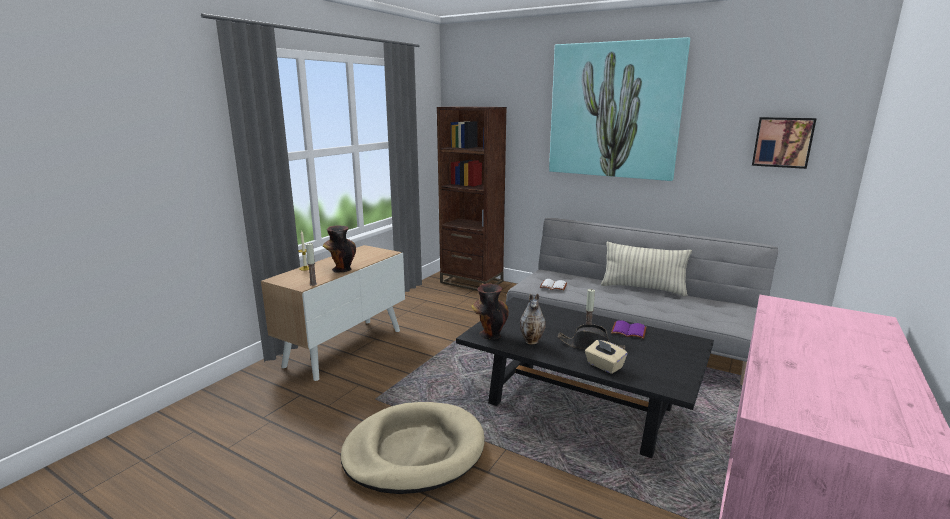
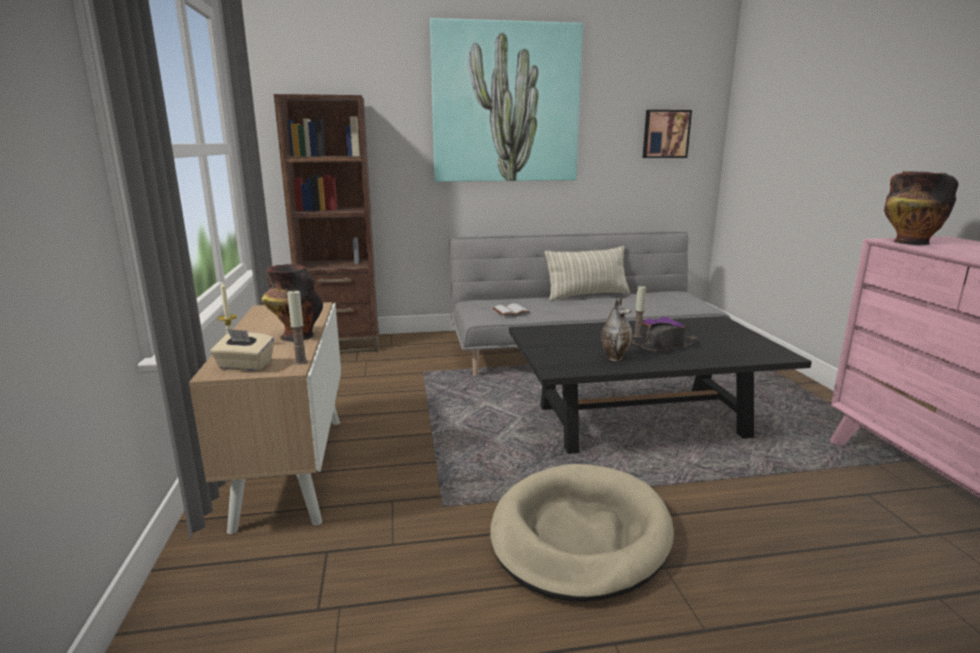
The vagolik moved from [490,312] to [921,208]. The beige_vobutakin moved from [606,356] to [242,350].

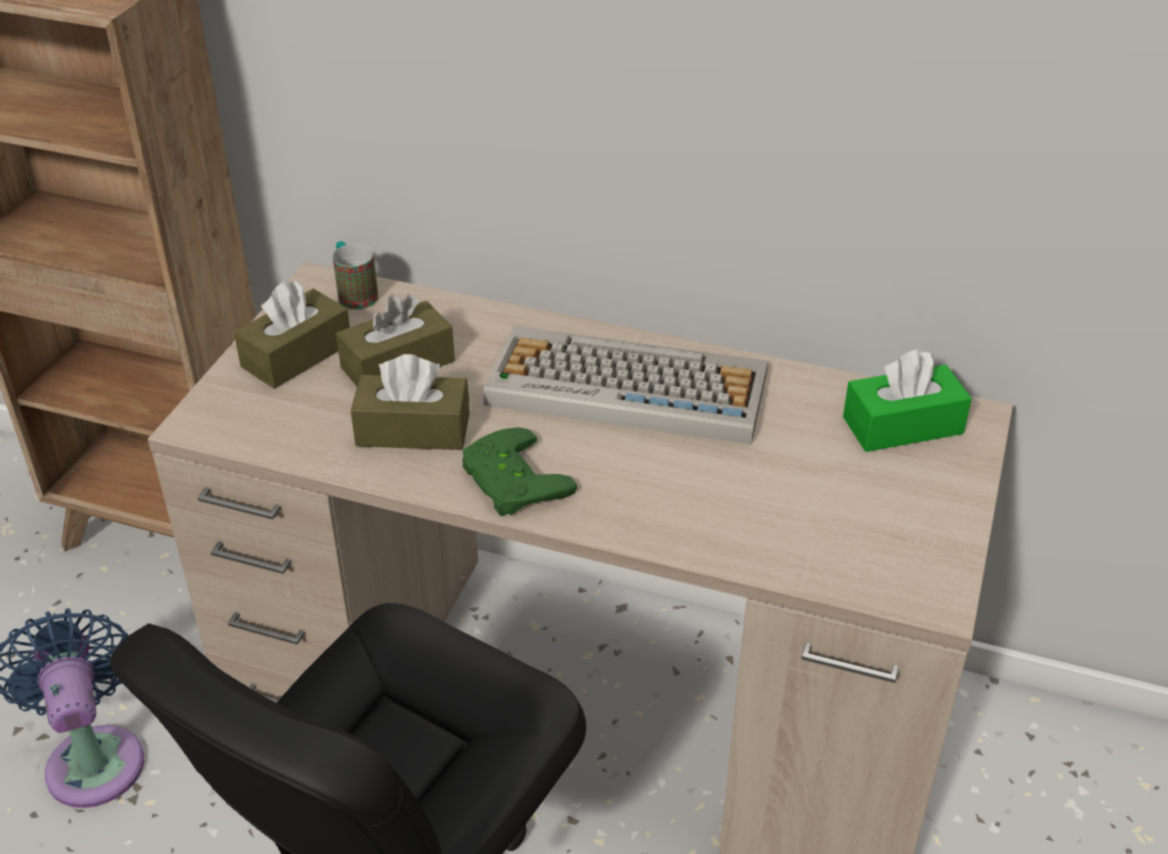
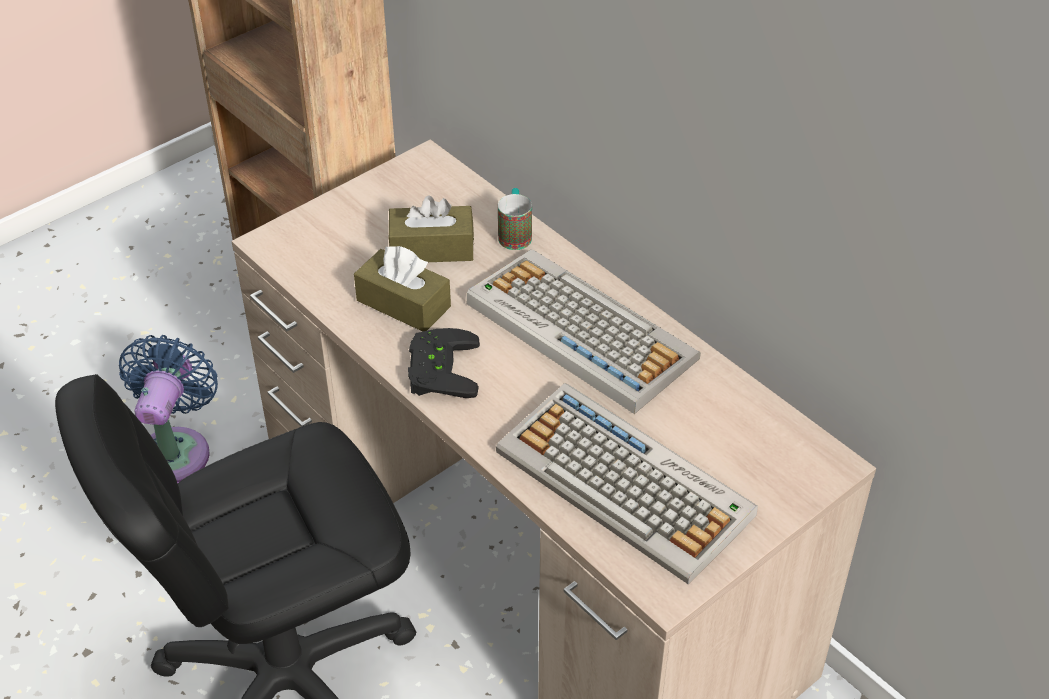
The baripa moved from [355,275] to [515,219]. The brown_vobutakin at [292,335] disappeared. The green_vobutakin at [907,400] disappeared. The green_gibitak at [519,471] became the black_gibitak at [444,363]. The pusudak at [627,483] appeared.

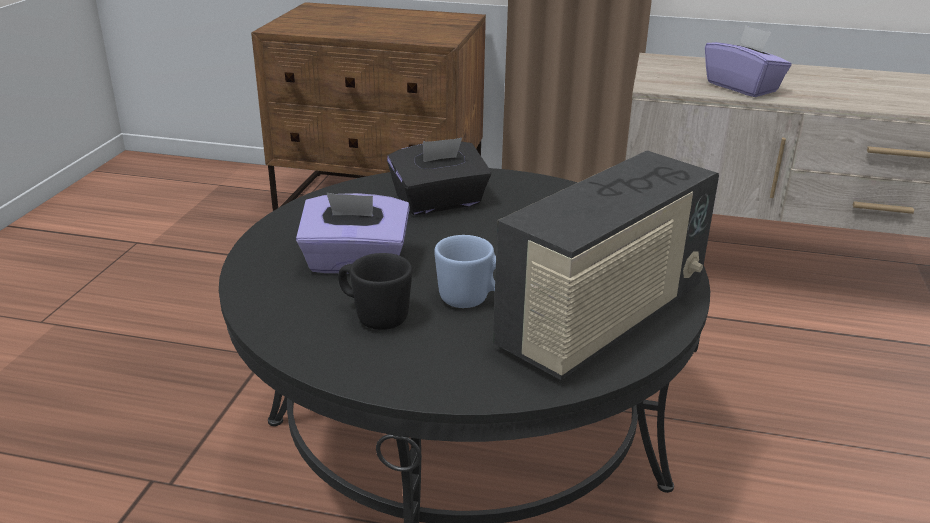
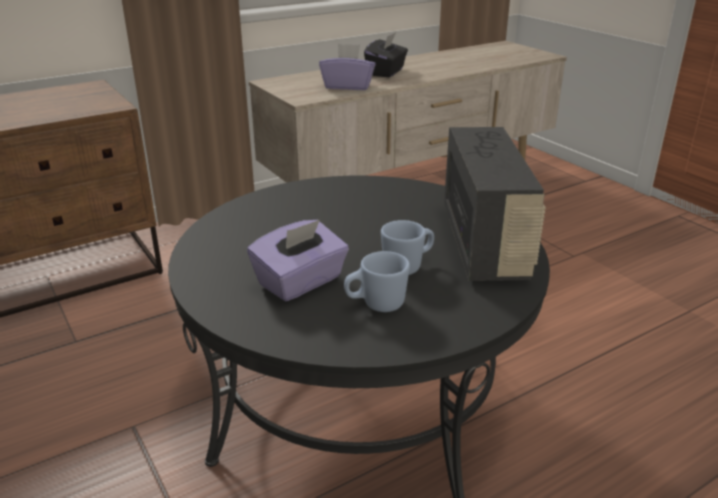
The black_vobutakin moved from [439,176] to [386,54]. The black_baripa at [375,291] became the blue_baripa at [377,281].

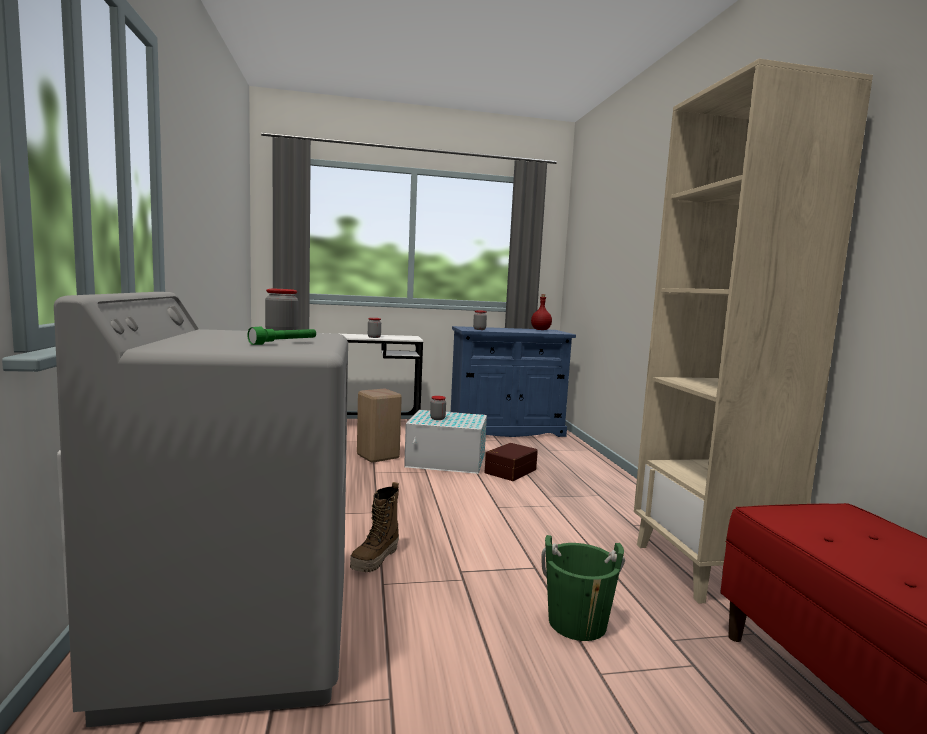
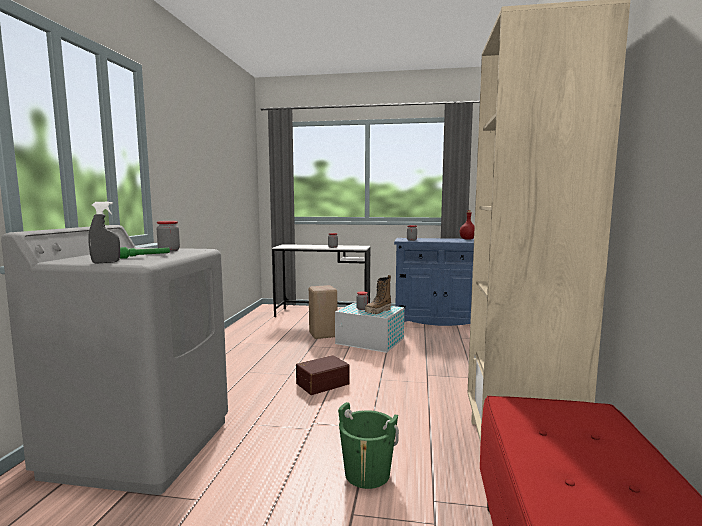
The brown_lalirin moved from [511,462] to [323,375]. The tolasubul moved from [374,527] to [378,294]. The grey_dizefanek at [104,233] appeared.

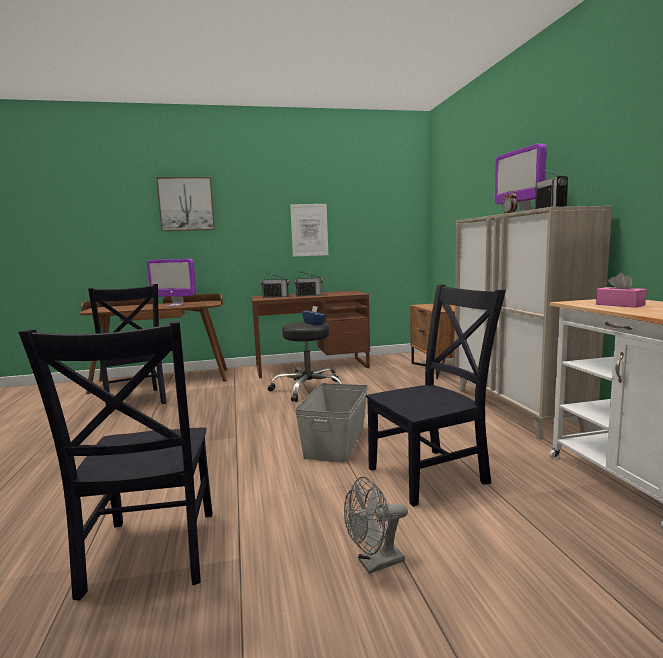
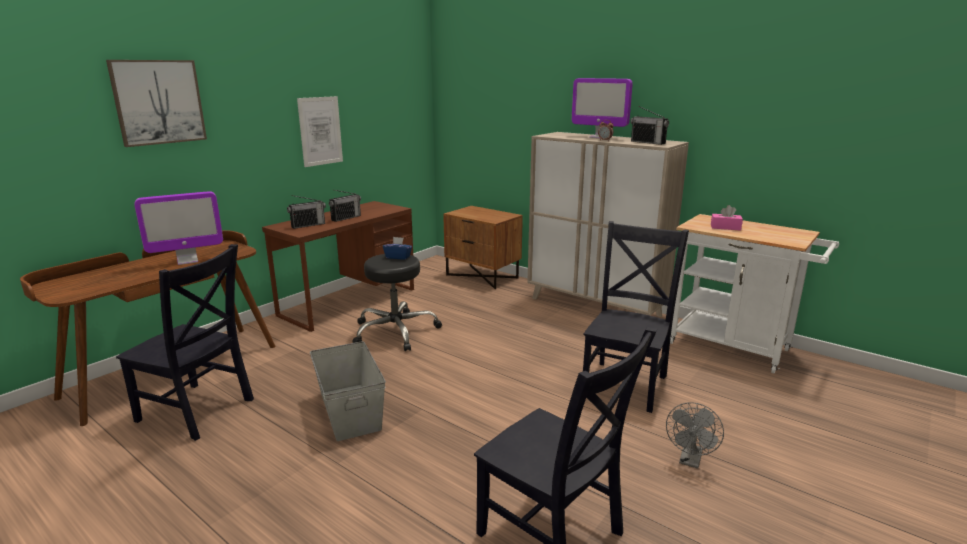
The grey_lalirin moved from [331,423] to [348,391].

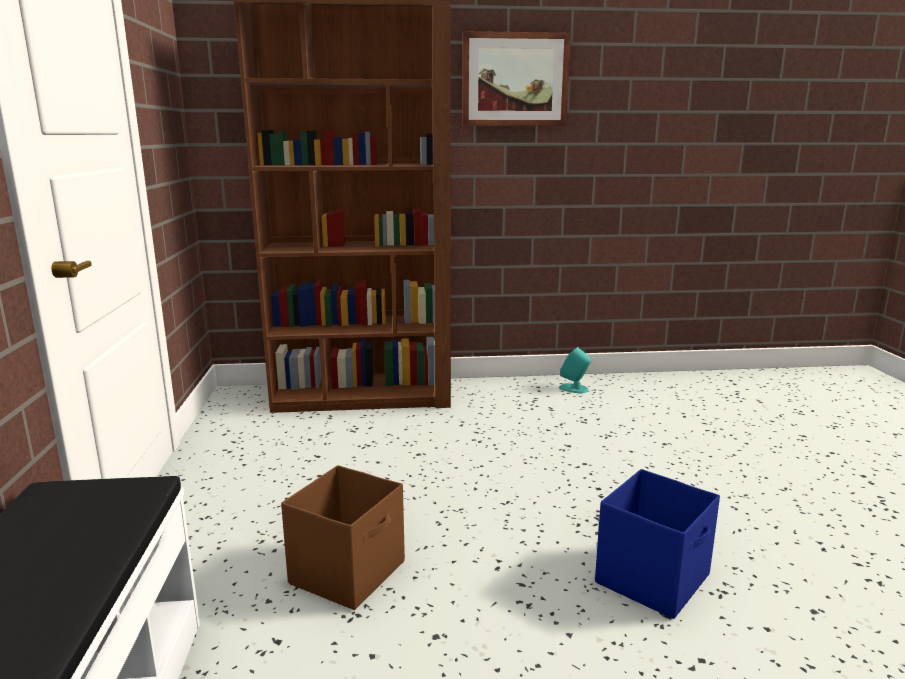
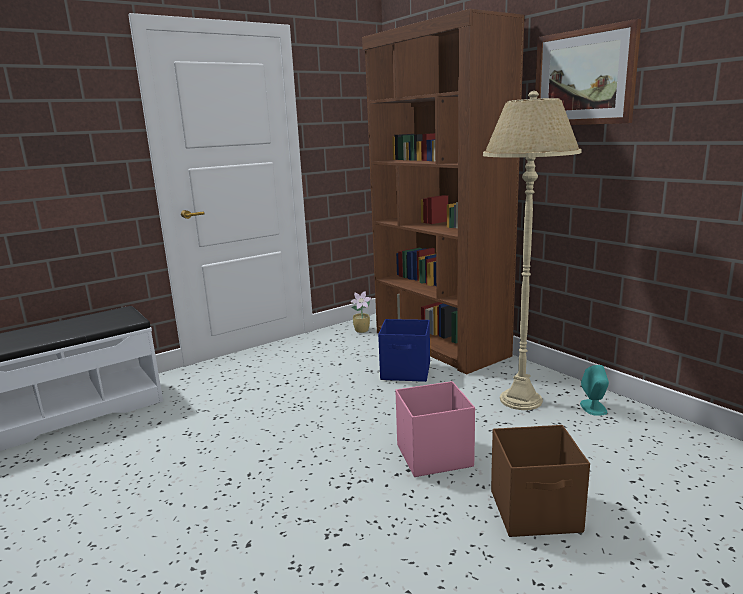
The brown_lalirin moved from [343,537] to [540,481]. The blue_lalirin moved from [657,544] to [404,350]. The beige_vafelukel at [532,250] appeared. The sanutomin at [361,312] appeared. The pink_lalirin at [435,429] appeared.

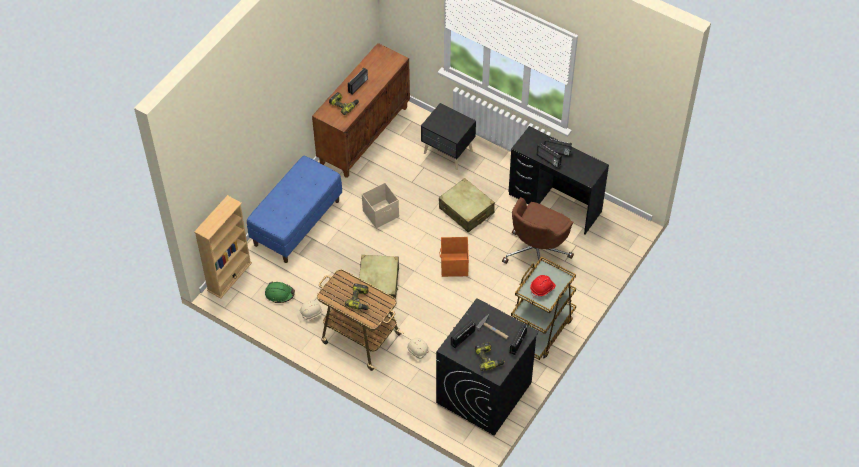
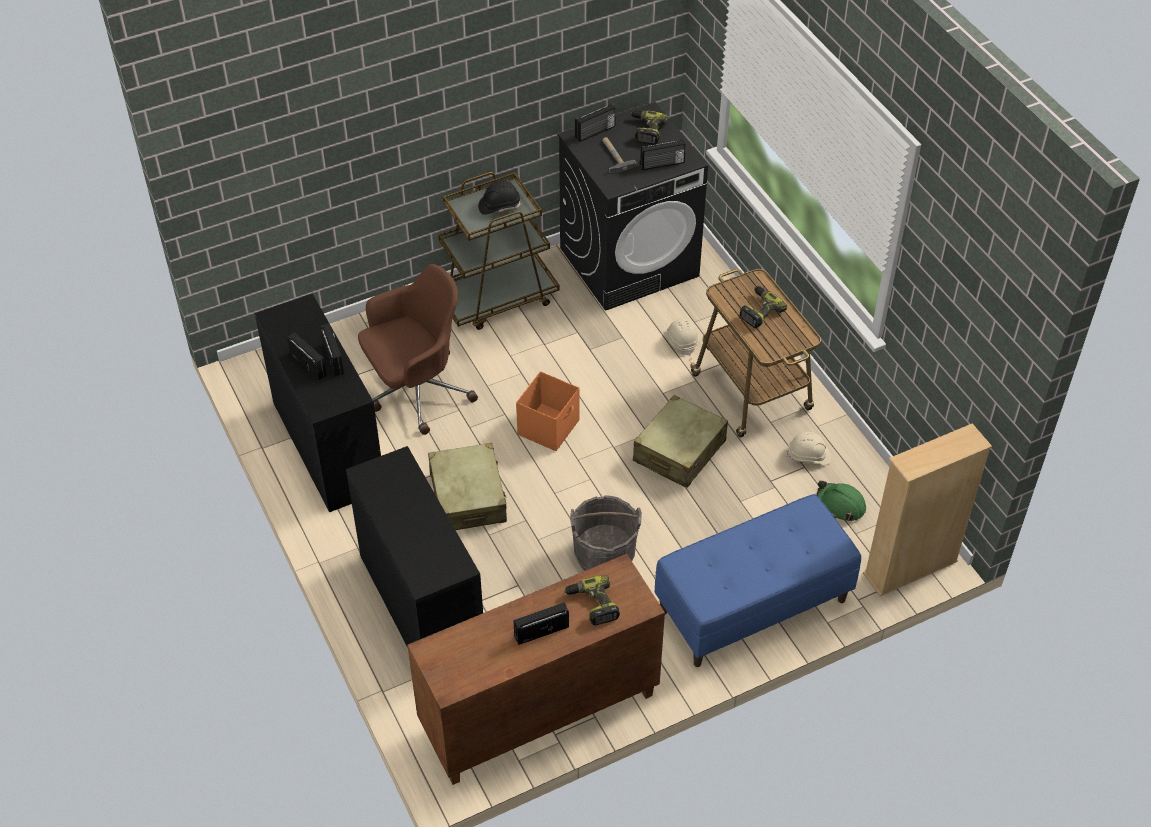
The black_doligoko at [448,136] was replaced by the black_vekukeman at [414,547]. The beige_lalirin at [380,205] was replaced by the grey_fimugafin at [606,533]. The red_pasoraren at [543,286] became the black_pasoraren at [499,197].

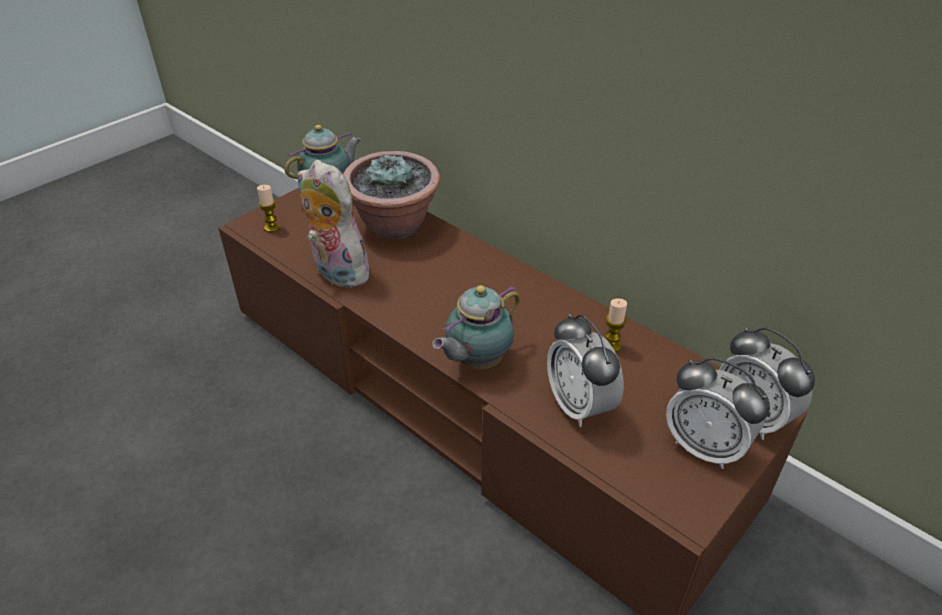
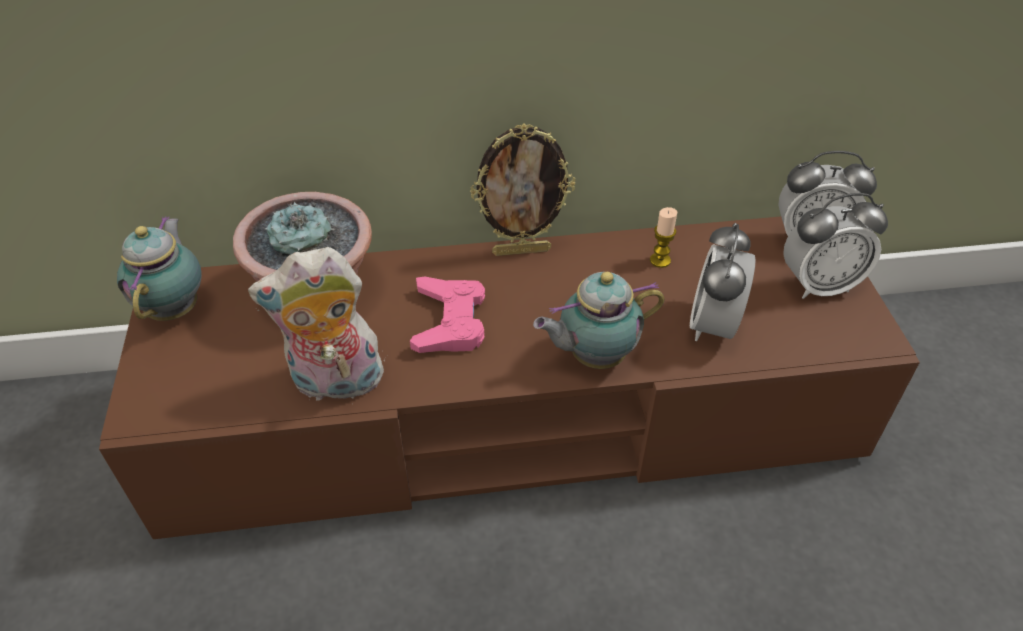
The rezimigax at [268,208] disappeared. The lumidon at [476,327] turned 75 degrees clockwise. The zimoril at [585,370] turned 90 degrees clockwise. The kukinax at [522,189] appeared. The pink_gibitak at [447,315] appeared.

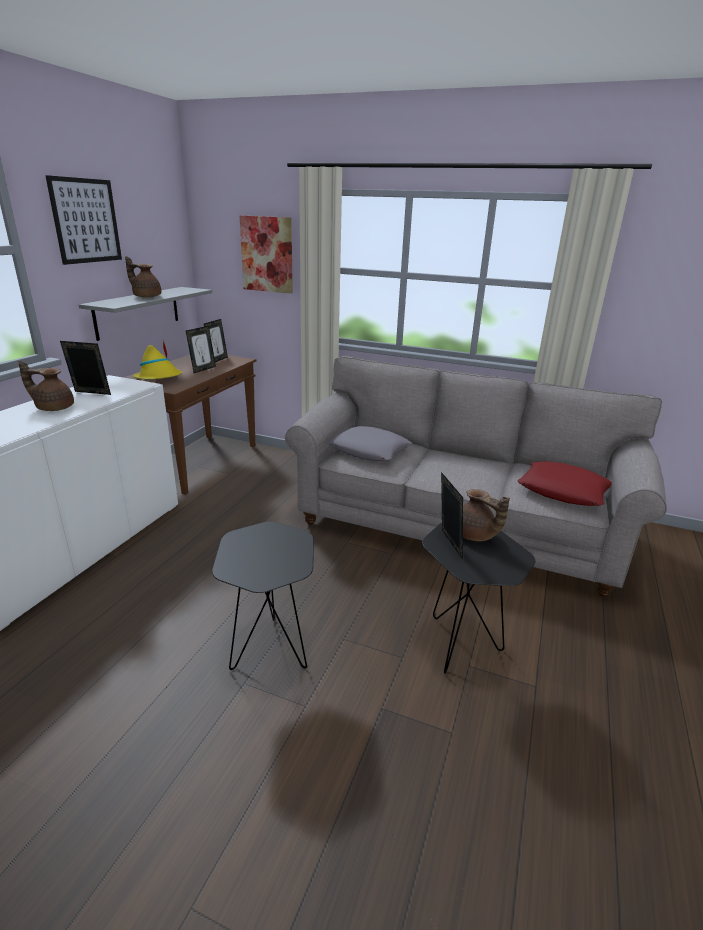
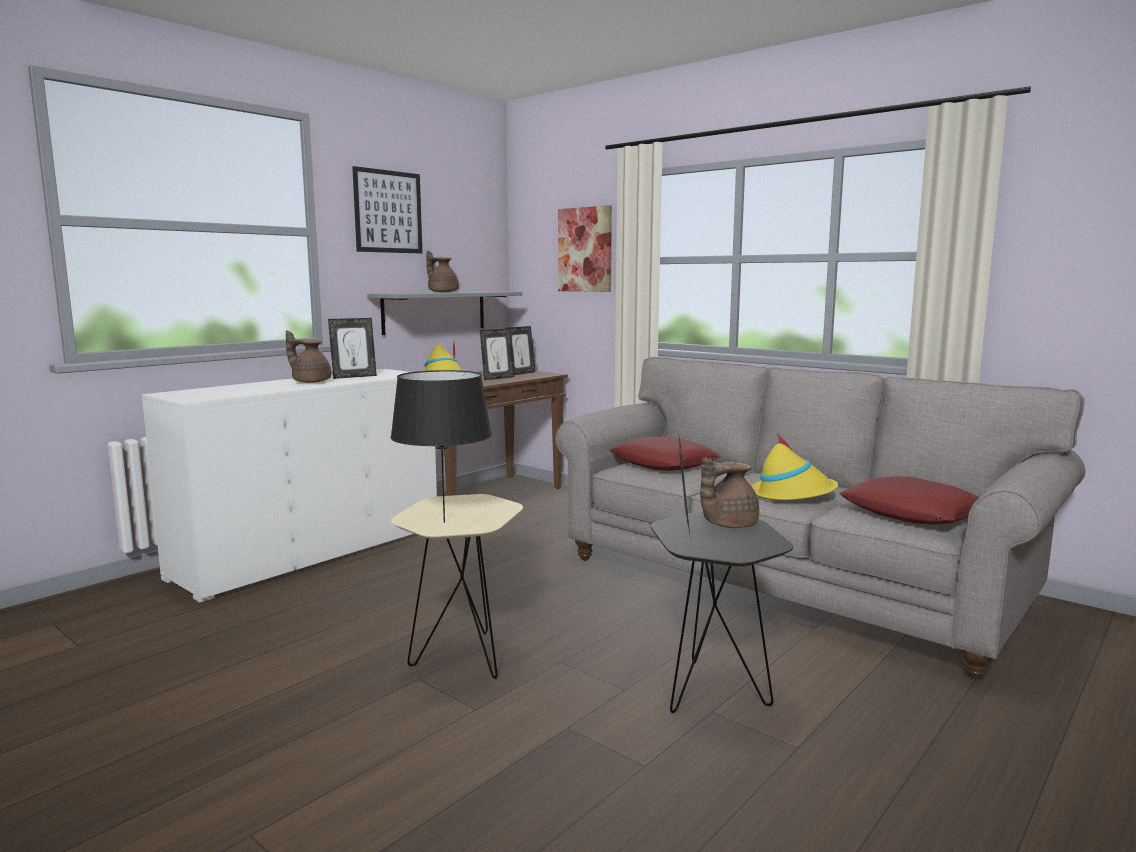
The kukinax at [85,368] turned 120 degrees clockwise. The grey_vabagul at [370,443] became the red_vabagul at [666,453]. The brown_lumidon at [486,515] turned 75 degrees clockwise. The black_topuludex at [263,595] became the beige_topuludex at [457,586]. The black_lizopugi at [441,446] appeared. The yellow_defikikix at [794,467] appeared.

